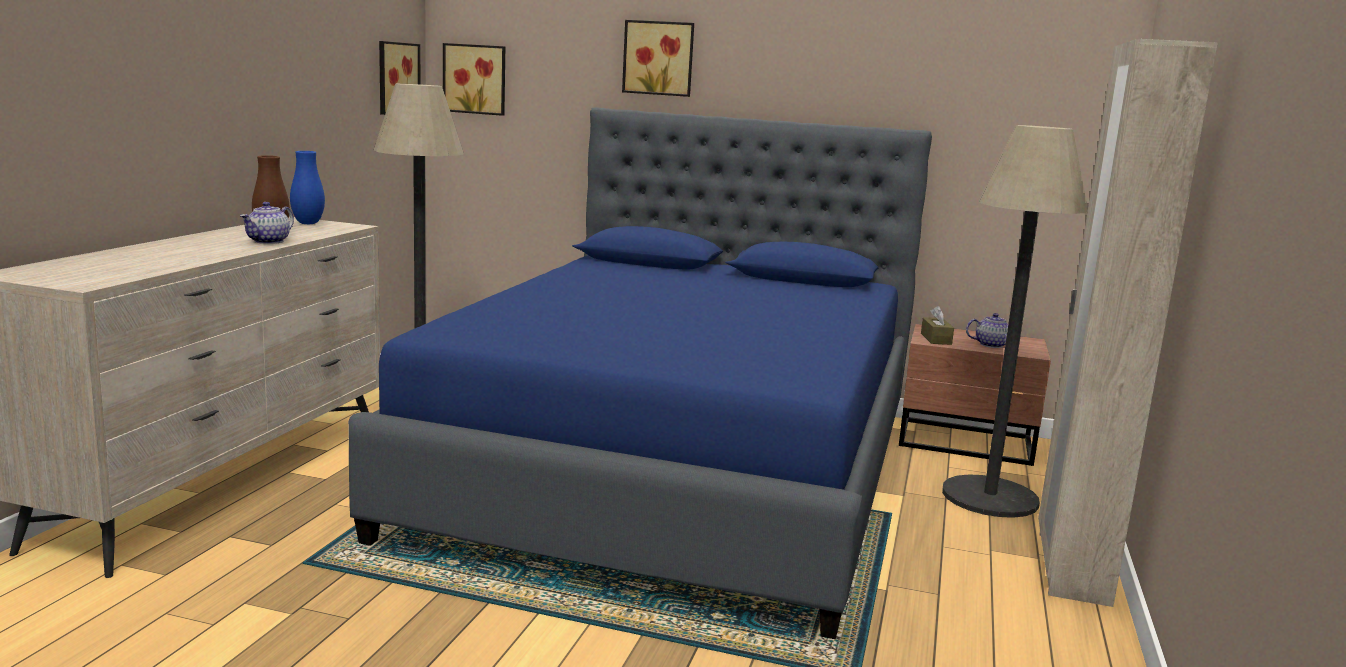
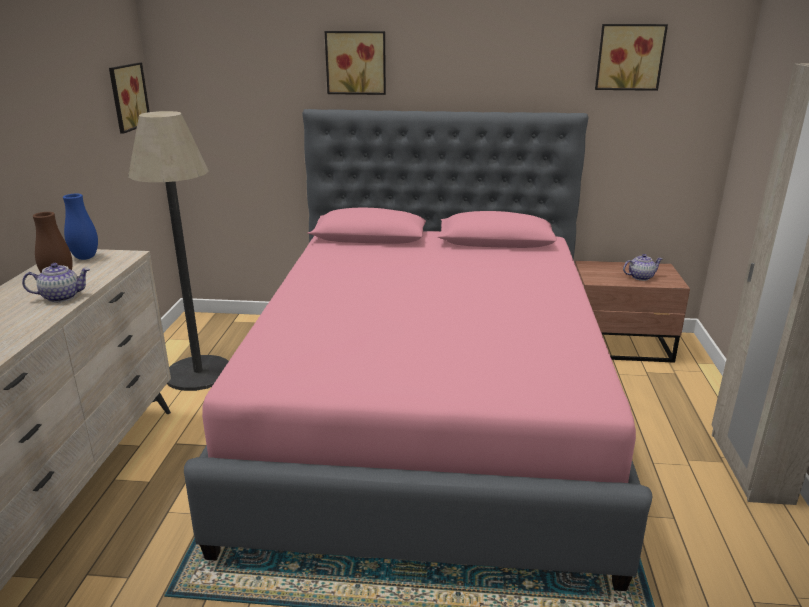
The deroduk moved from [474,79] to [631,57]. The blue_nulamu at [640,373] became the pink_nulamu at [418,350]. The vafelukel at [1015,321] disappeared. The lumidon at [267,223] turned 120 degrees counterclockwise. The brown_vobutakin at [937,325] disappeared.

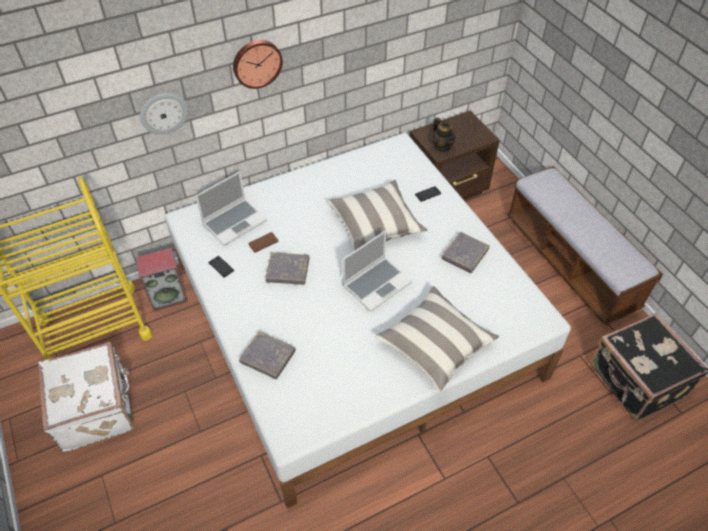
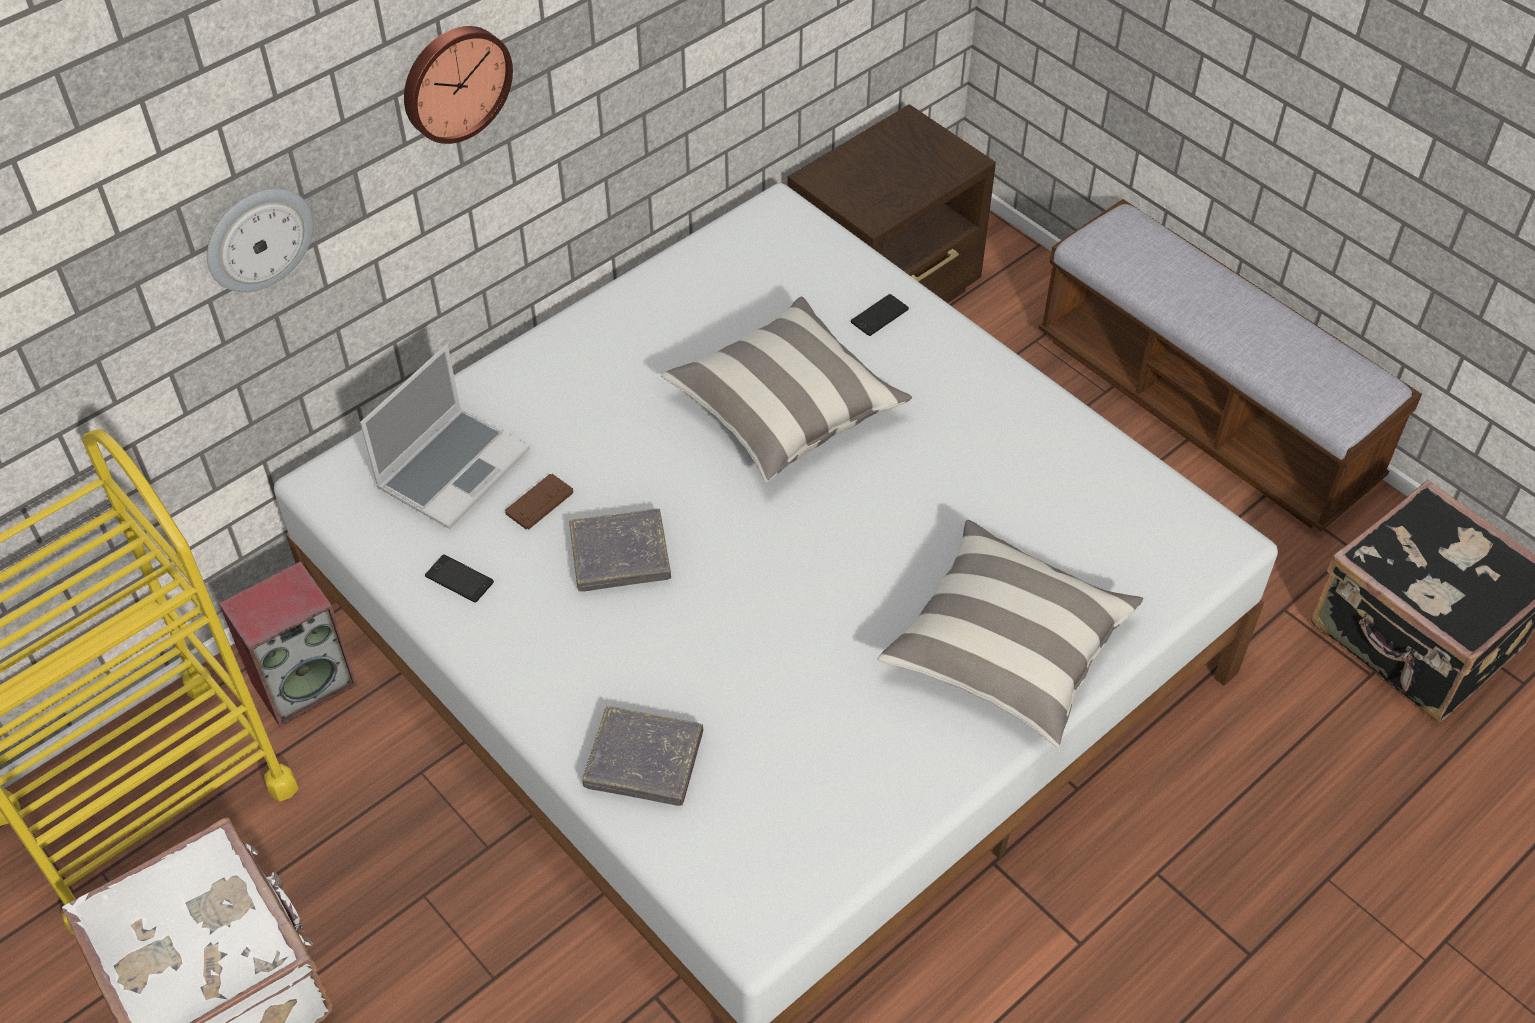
The lumidon at [444,135] disappeared. The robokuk at [377,271] disappeared. The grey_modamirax at [466,252] disappeared.

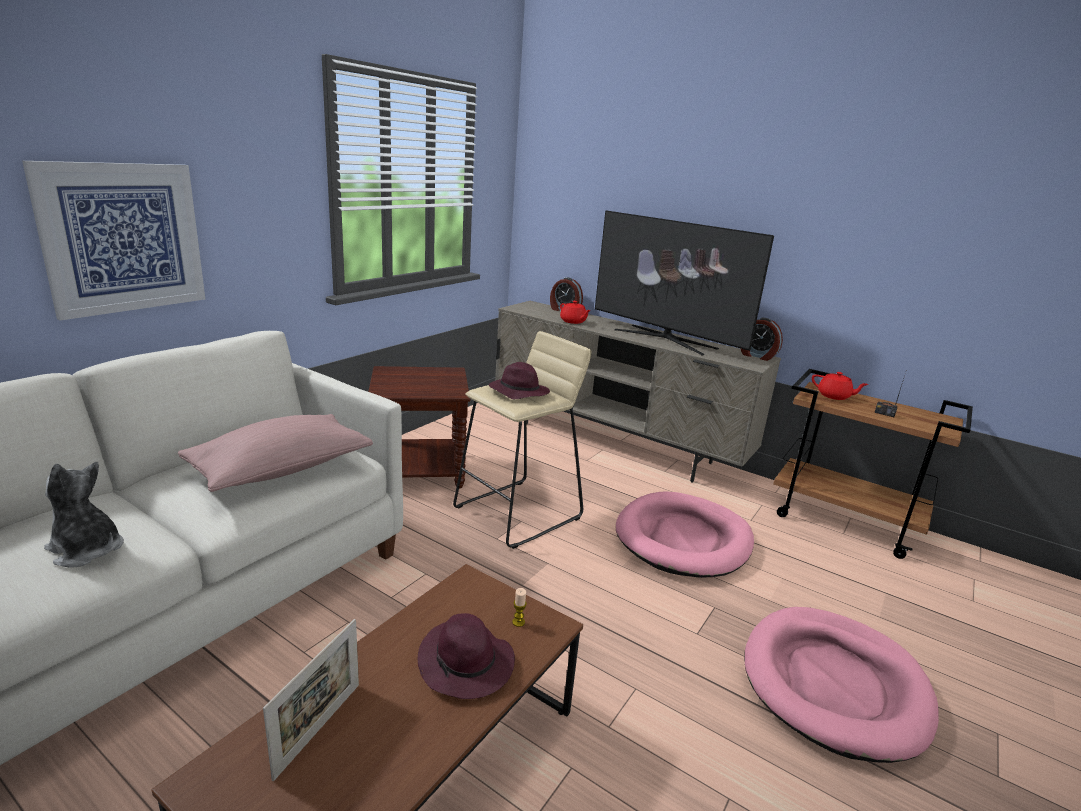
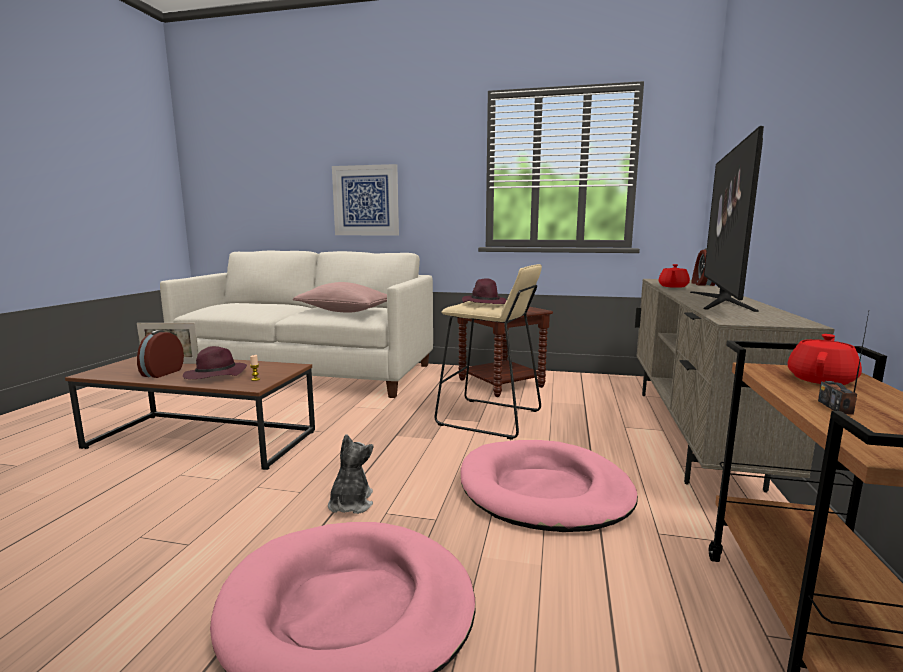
The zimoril moved from [762,339] to [160,354]. The red_lumidon at [840,386] turned 150 degrees counterclockwise. The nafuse moved from [84,515] to [350,474].

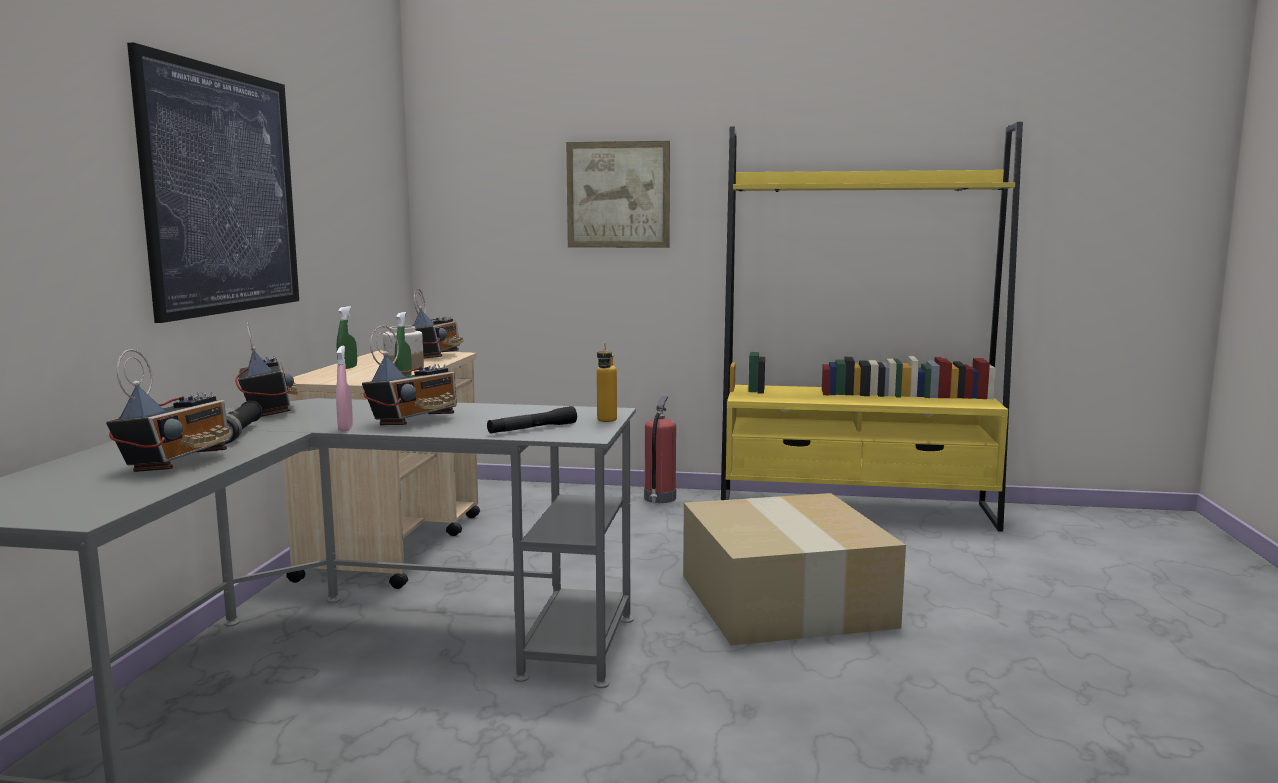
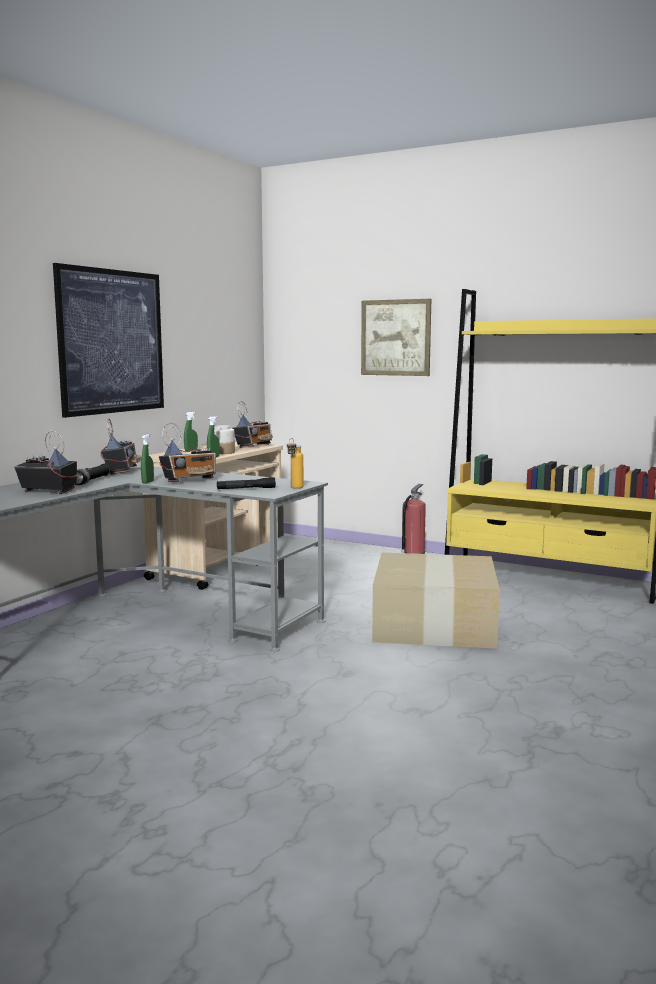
The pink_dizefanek at [344,389] became the green_dizefanek at [147,459]. The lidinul at [168,410] turned 105 degrees counterclockwise.

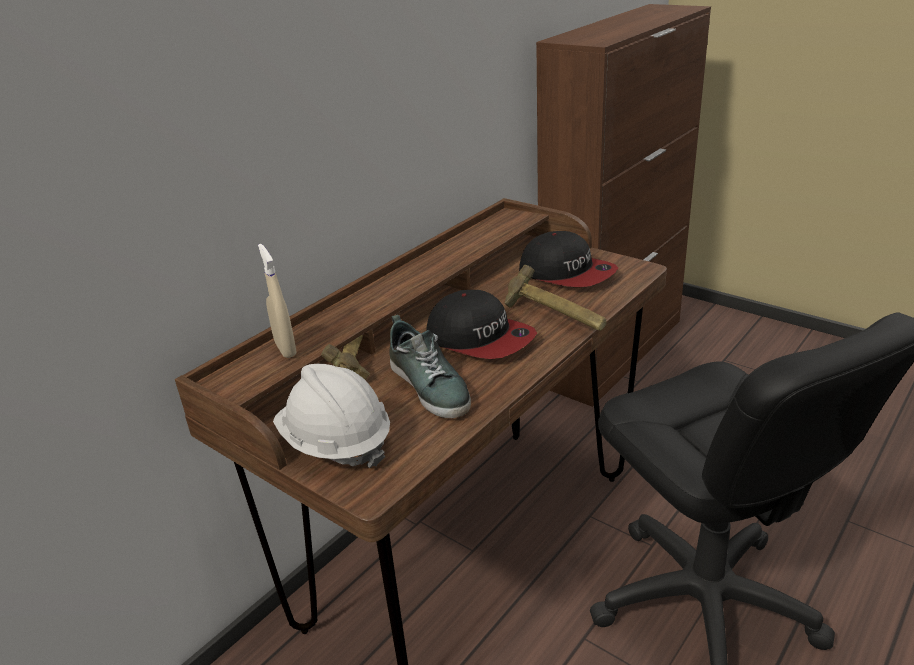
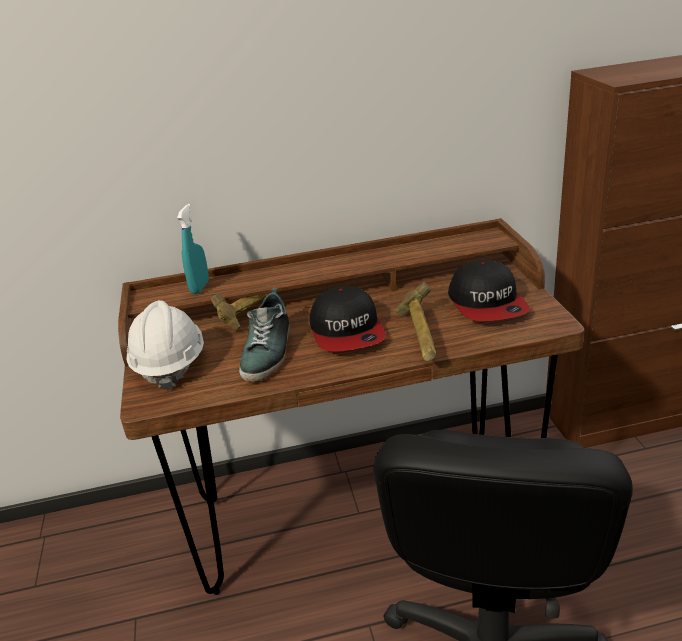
The beige_dizefanek at [277,301] became the turquoise_dizefanek at [193,249].

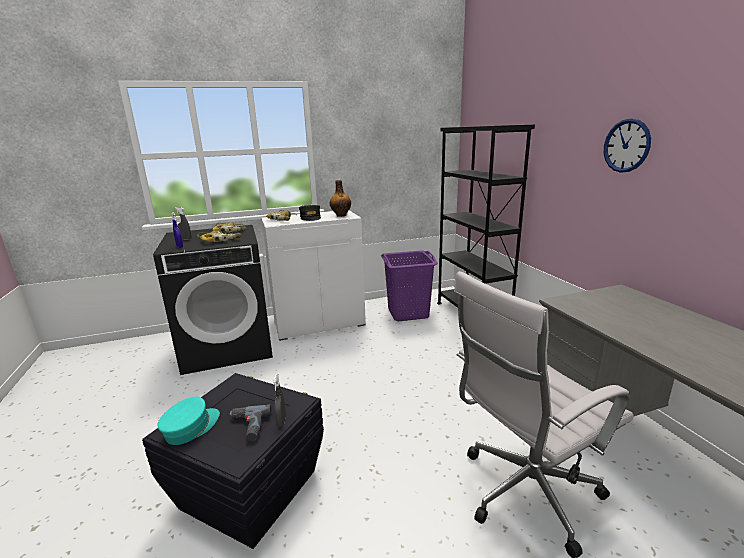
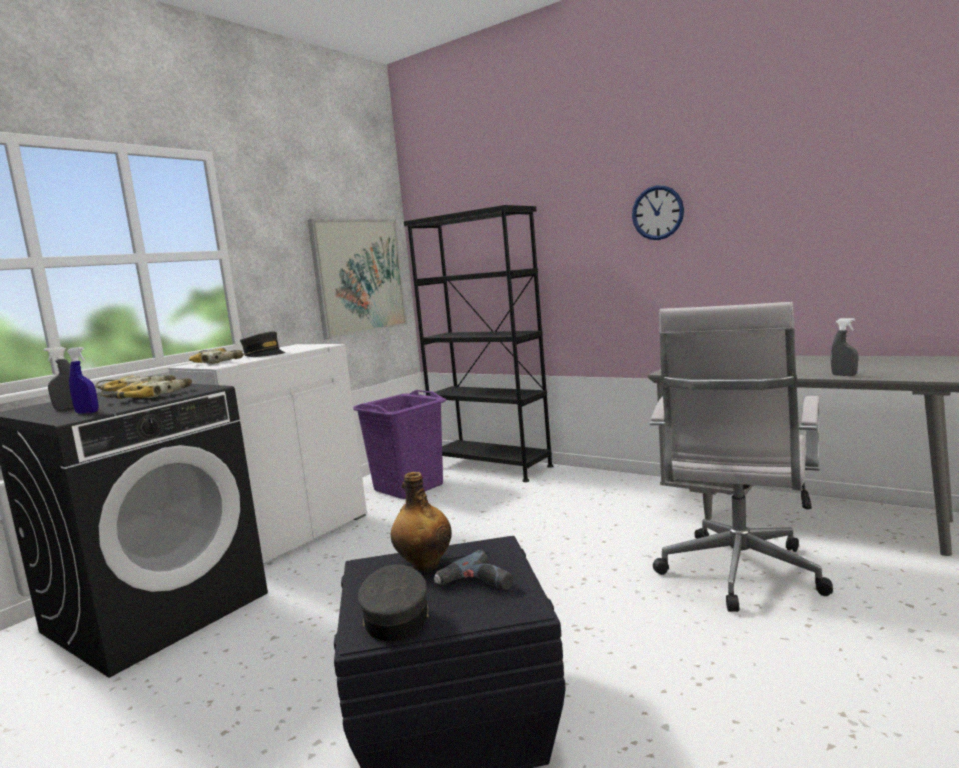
The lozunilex moved from [340,198] to [421,521]. The grey_dizefanek moved from [279,401] to [844,347]. The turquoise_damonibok at [188,421] became the grey_damonibok at [393,603]. The deroduk at [357,279] appeared.

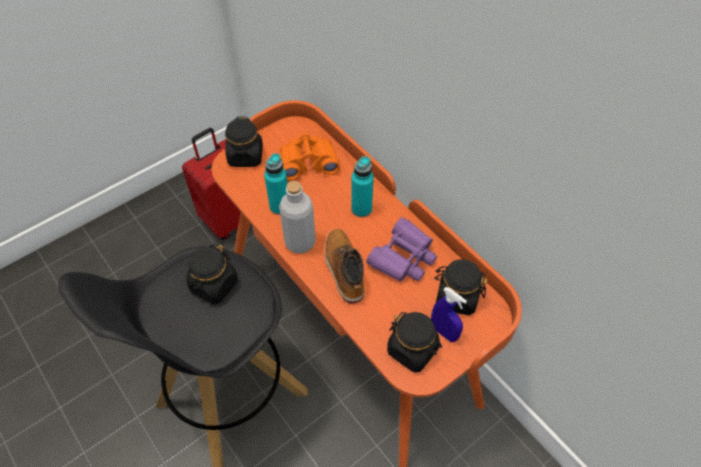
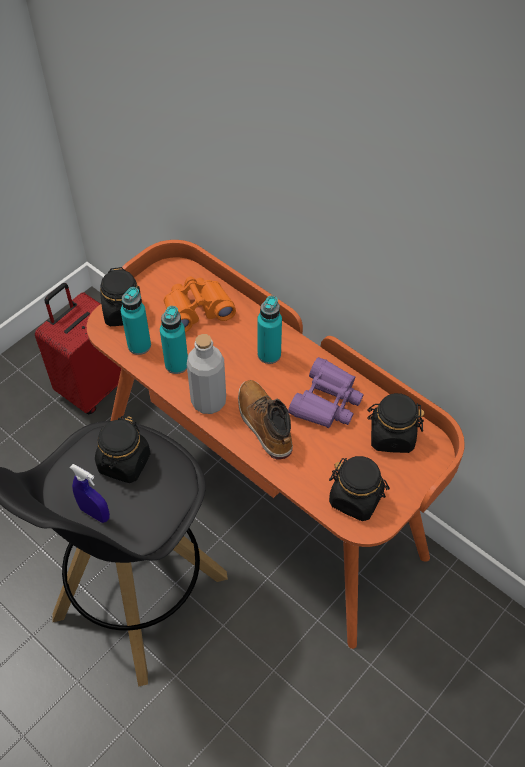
The blue_dizefanek moved from [449,314] to [90,493]. The turquoise_lozunilex at [136,321] appeared.

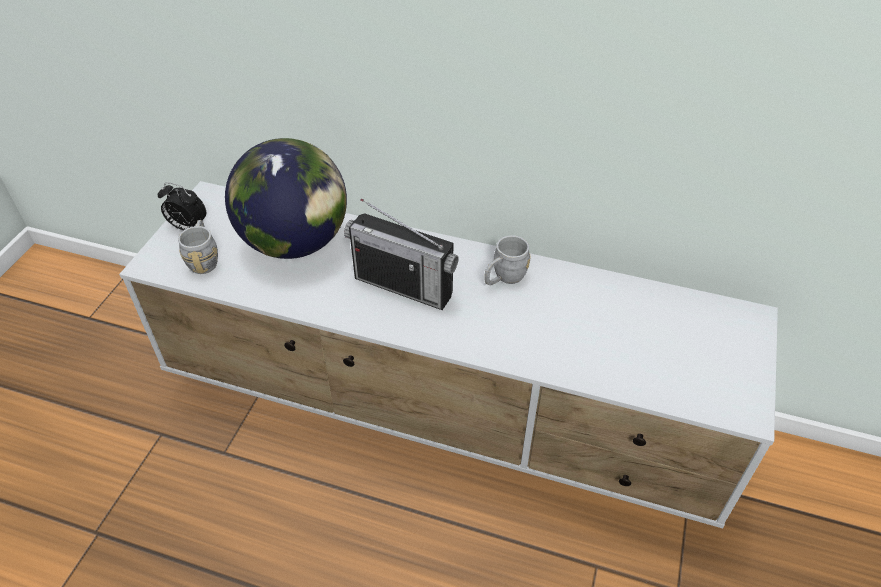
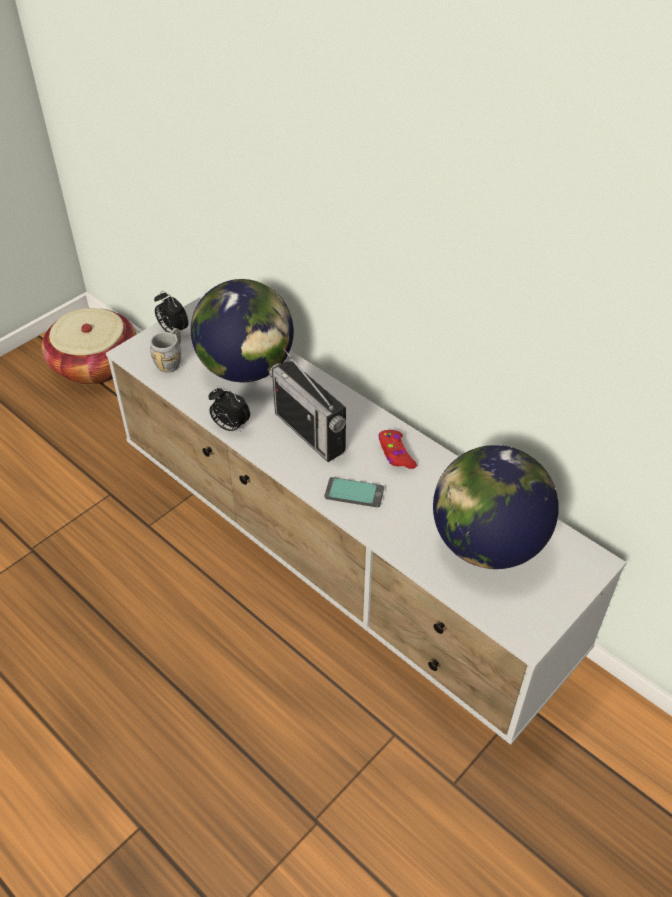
The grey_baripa at [507,260] was replaced by the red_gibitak at [398,449]. The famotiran at [89,346] appeared. The zimoril at [229,409] appeared. The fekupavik at [496,507] appeared. The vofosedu at [354,492] appeared.

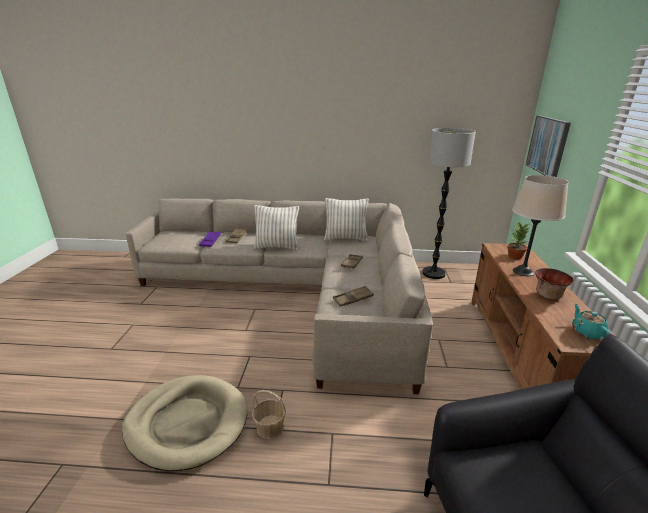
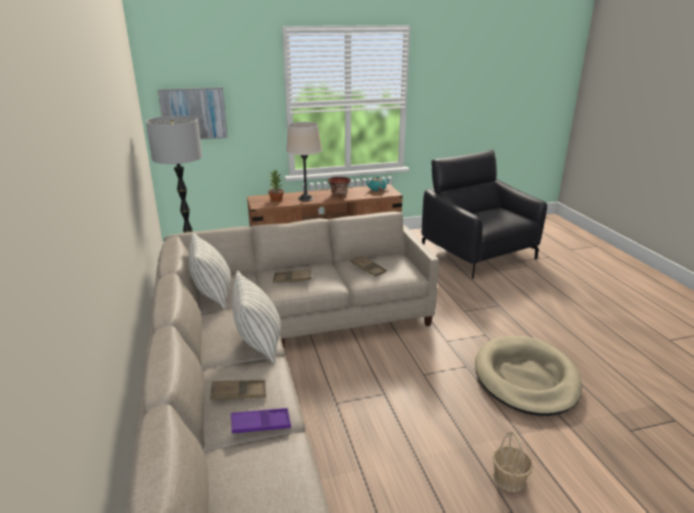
The famotiran moved from [269,414] to [513,461].

